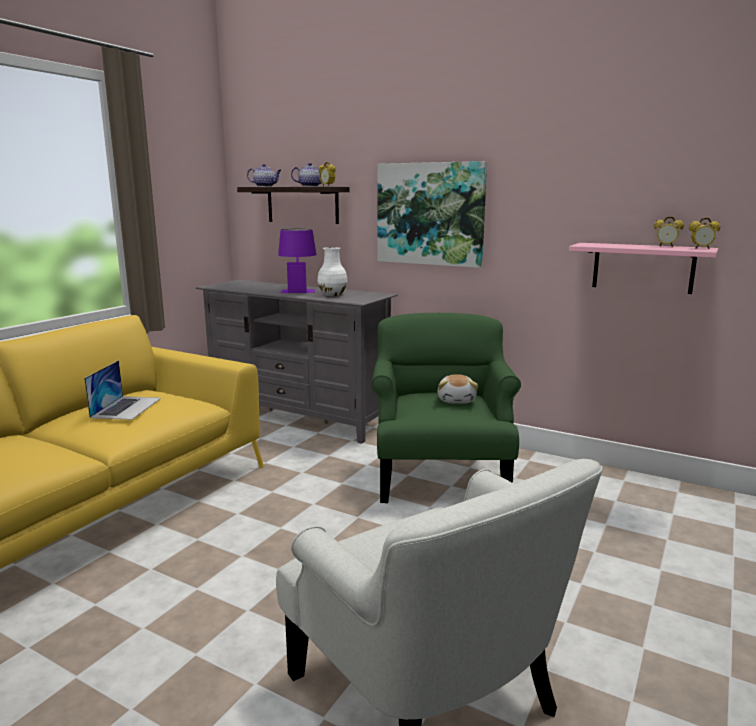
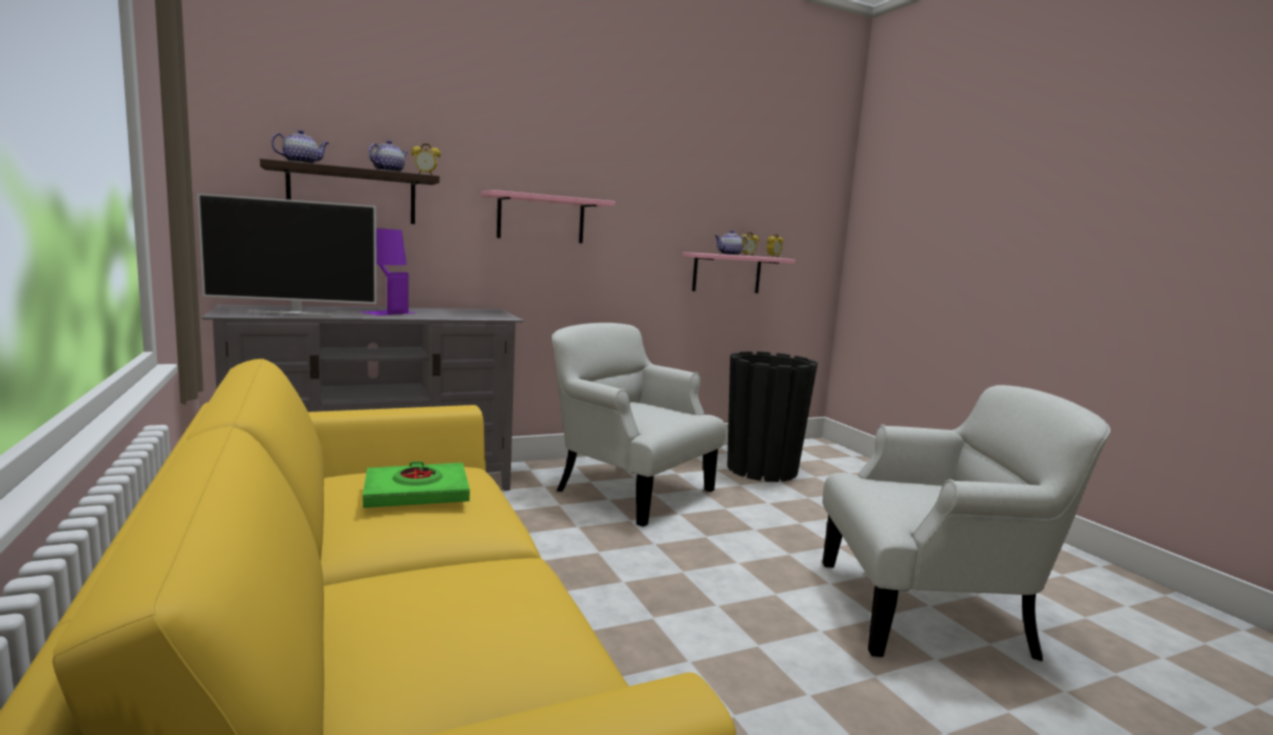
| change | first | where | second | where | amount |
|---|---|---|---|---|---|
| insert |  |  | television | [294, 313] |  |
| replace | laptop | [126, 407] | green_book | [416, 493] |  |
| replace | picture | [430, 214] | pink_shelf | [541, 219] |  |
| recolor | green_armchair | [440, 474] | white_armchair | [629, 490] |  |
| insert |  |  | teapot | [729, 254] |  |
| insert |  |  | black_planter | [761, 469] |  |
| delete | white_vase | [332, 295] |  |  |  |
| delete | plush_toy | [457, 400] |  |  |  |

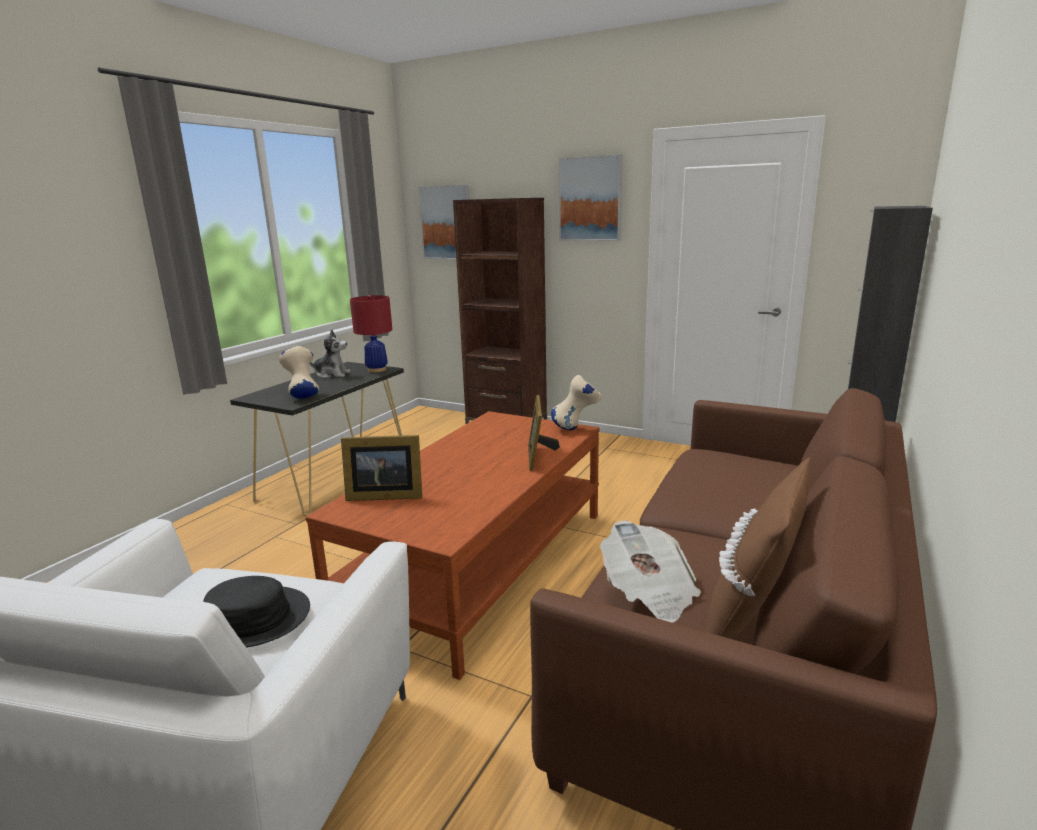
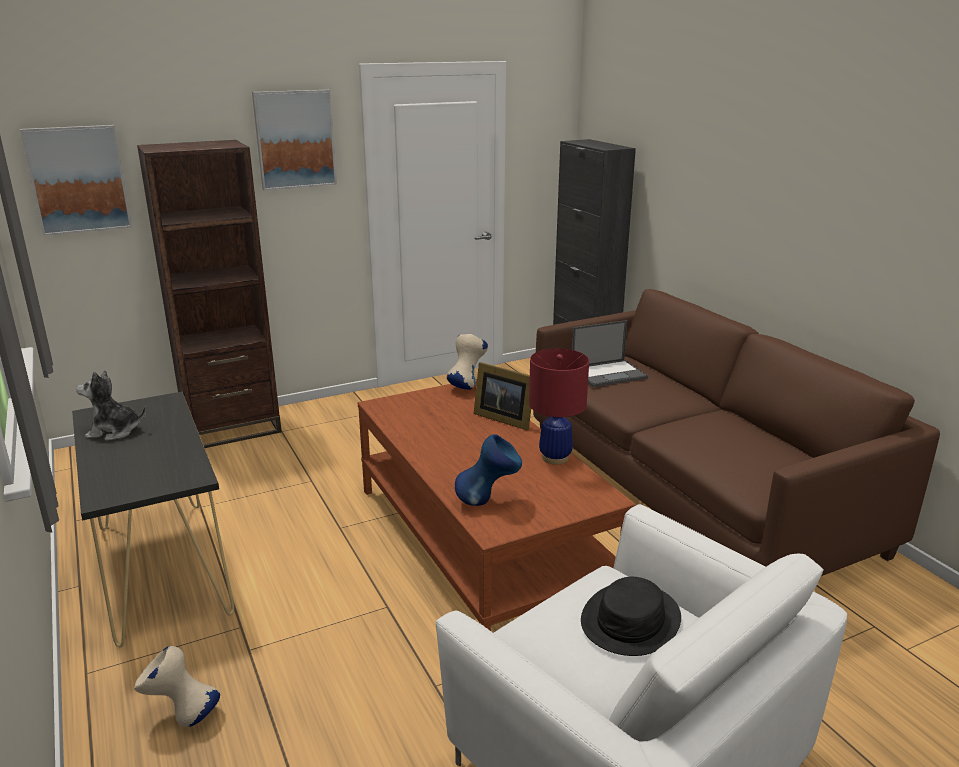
| change | first | where | second | where | amount |
|---|---|---|---|---|---|
| rotate | plush_toy | [332, 374] |  | [114, 431] | 135 degrees counterclockwise |
| move | beige_vase | [302, 397] |  | [182, 717] |  |
| replace | picture_frame | [383, 495] | blue_vase | [488, 501] |  |
| move | red_table_lamp | [377, 370] |  | [555, 457] |  |
| insert |  |  | laptop | [609, 373] |  |
| delete | newspaper | [649, 593] |  |  |  |
| delete | brown_pillow | [752, 619] |  |  |  |

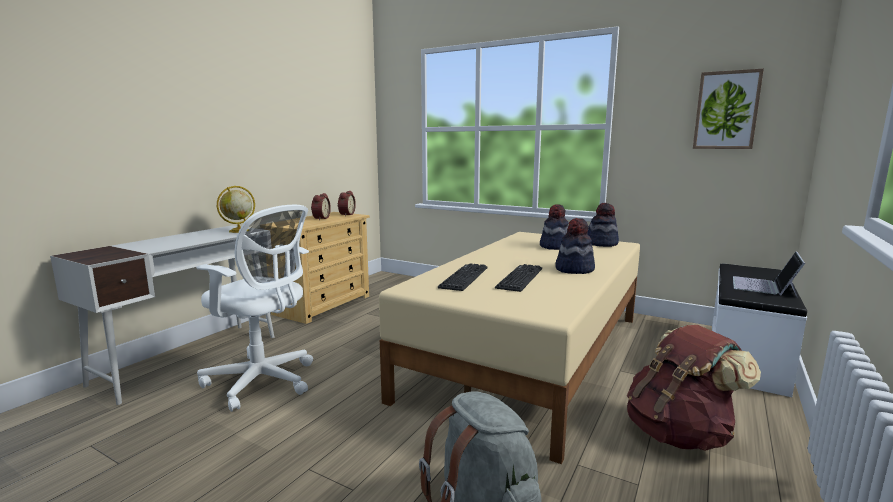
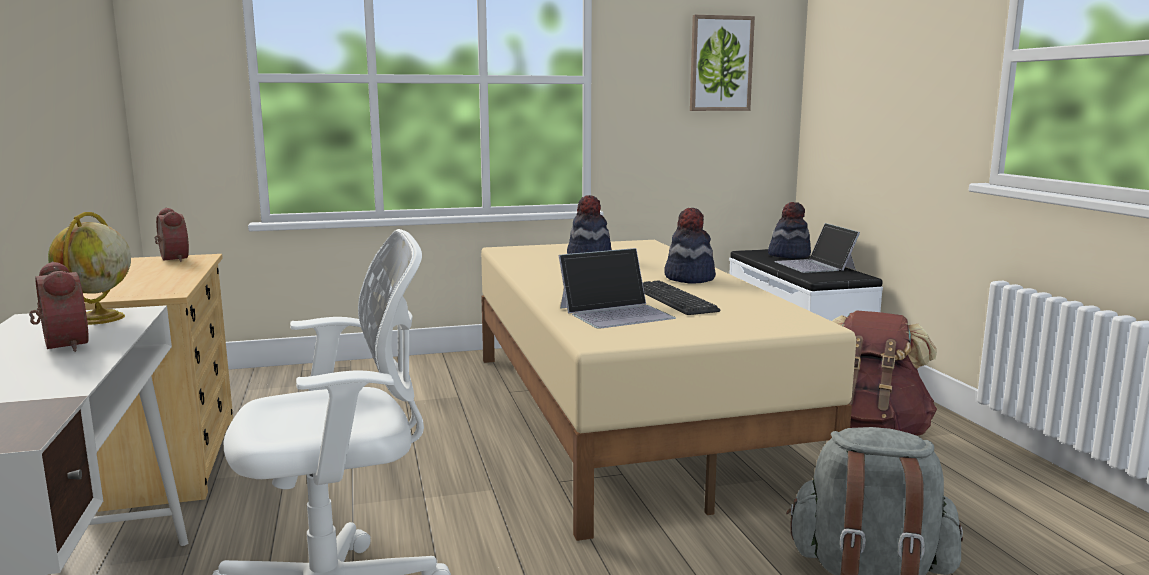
| change | first | where | second | where | amount |
|---|---|---|---|---|---|
| move | alarm_clock | [320, 218] |  | [61, 346] |  |
| replace | keyboard | [464, 277] | laptop | [616, 313] |  |
| move | hat | [601, 243] |  | [789, 255] |  |

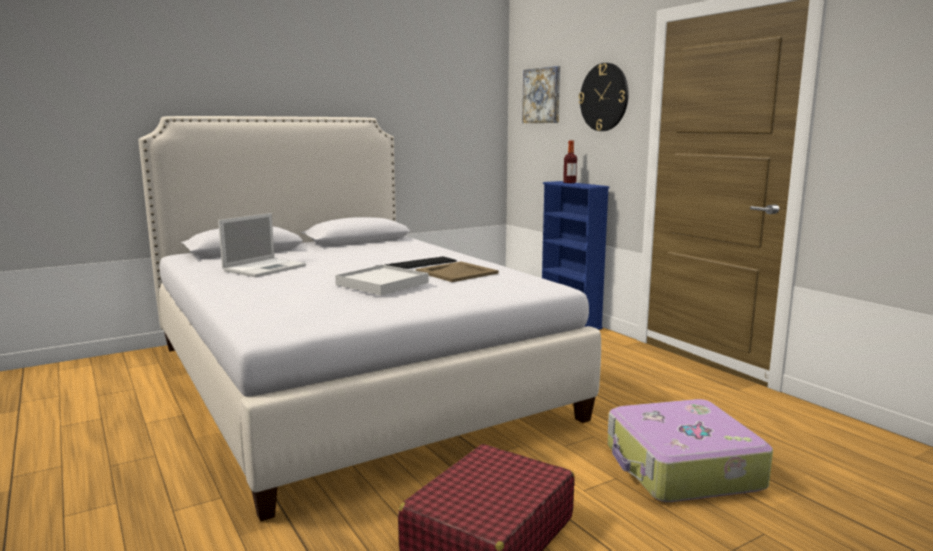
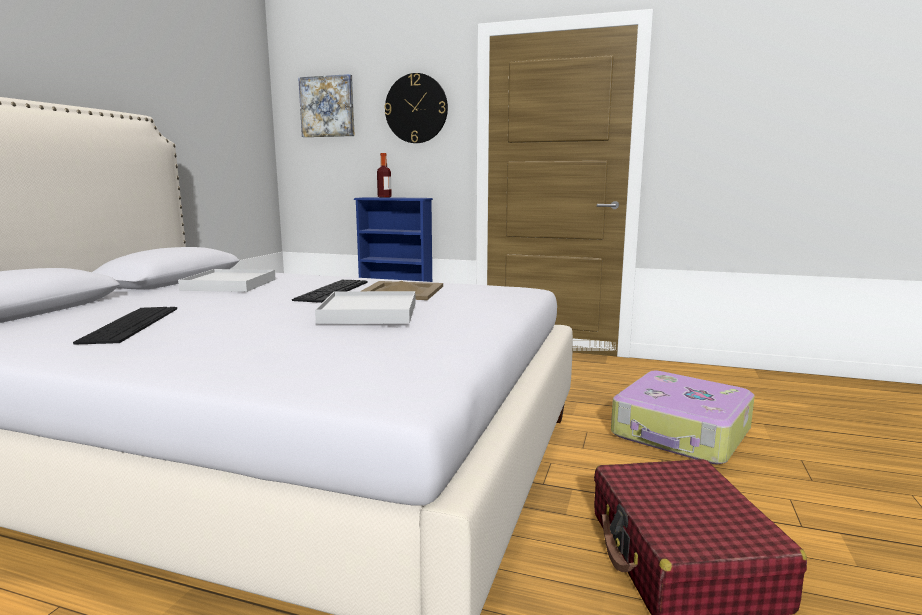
| change | first | where | second | where | amount |
|---|---|---|---|---|---|
| replace | laptop | [265, 268] | keyboard | [131, 324] |  |
| insert |  |  | white_tray | [229, 284] |  |

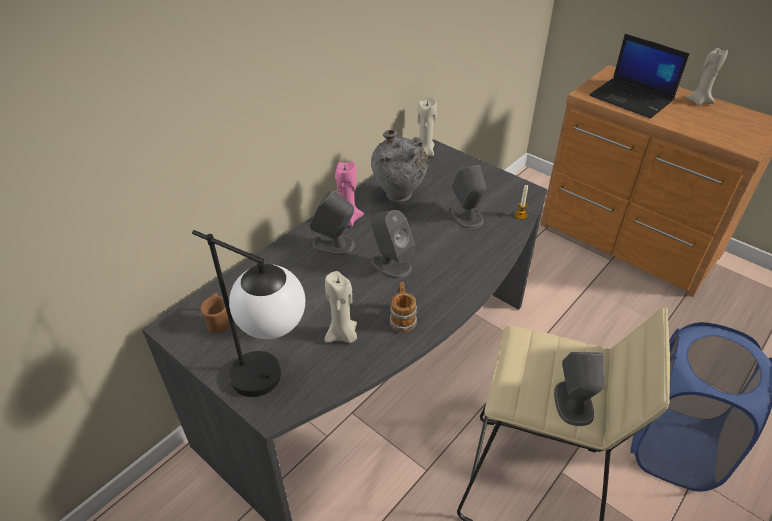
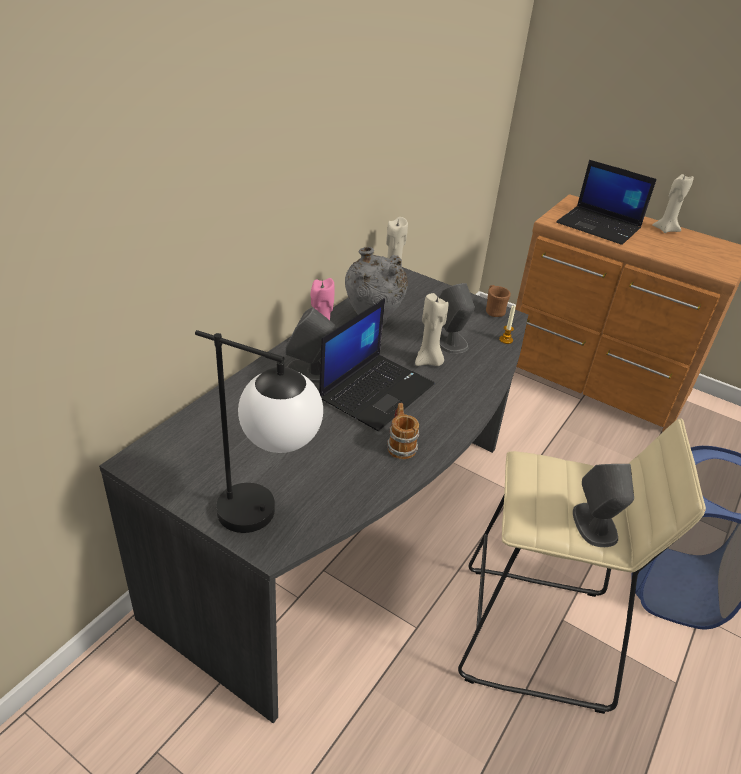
| change | first | where | second | where | amount |
|---|---|---|---|---|---|
| replace | grey_speaker | [390, 264] | laptop | [376, 390] |  |
| move | beige_candle | [343, 335] |  | [428, 361] |  |
| move | brown_mug | [219, 322] |  | [493, 311] |  |

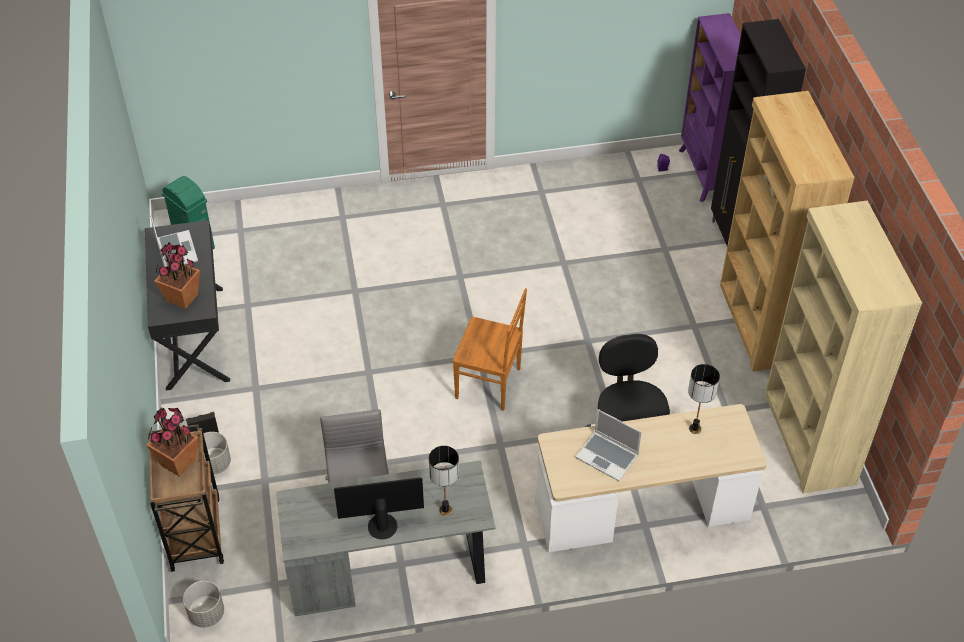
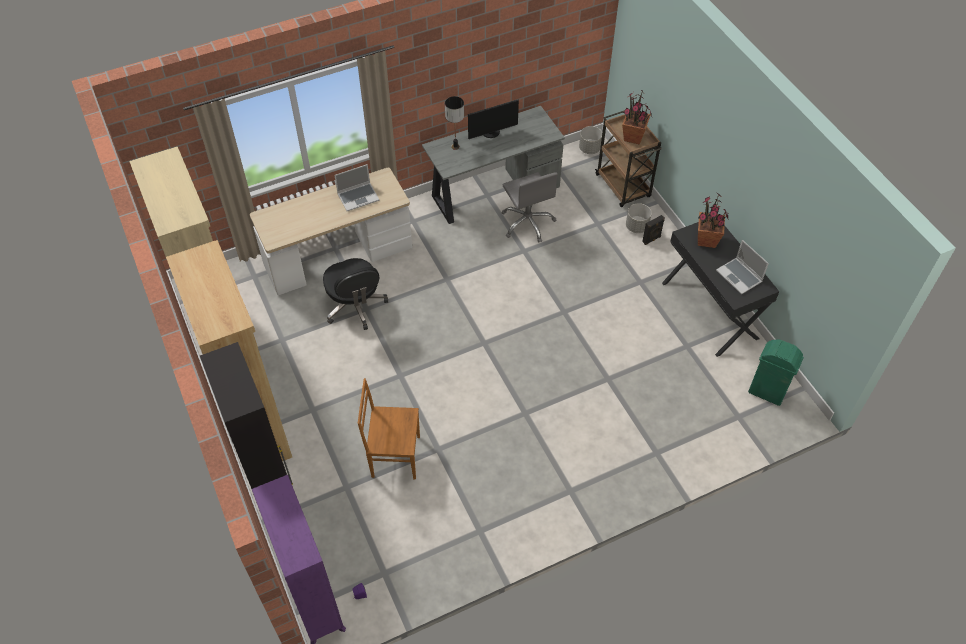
| change | first | where | second | where | amount |
|---|---|---|---|---|---|
| rotate | laptop | [608, 457] |  | [358, 197] | 135 degrees clockwise |
| move | brown_chair | [490, 384] |  | [394, 456] |  |
| delete | table_lamp | [694, 429] |  |  |  |

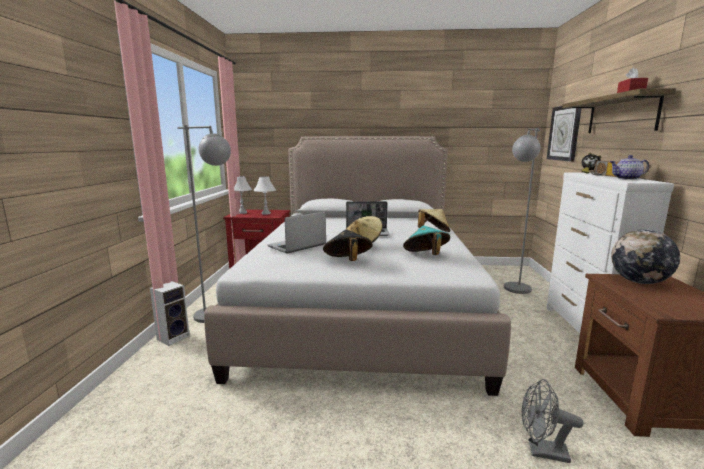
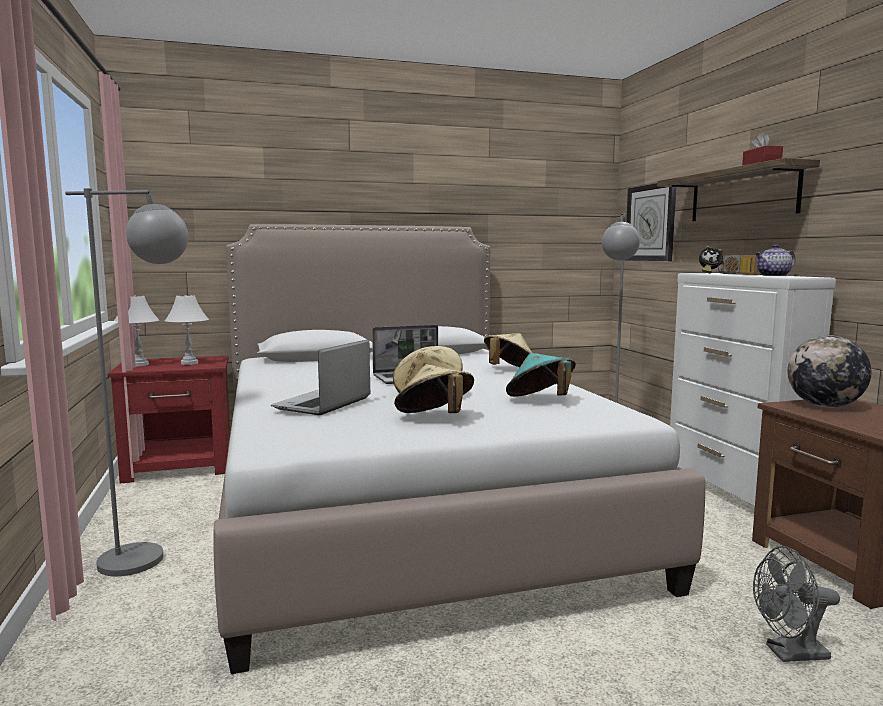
| change | first | where | second | where | amount |
|---|---|---|---|---|---|
| recolor | black_hat | [347, 262] | beige_hat | [435, 418] |  |
| delete | speaker | [174, 337] |  |  |  |

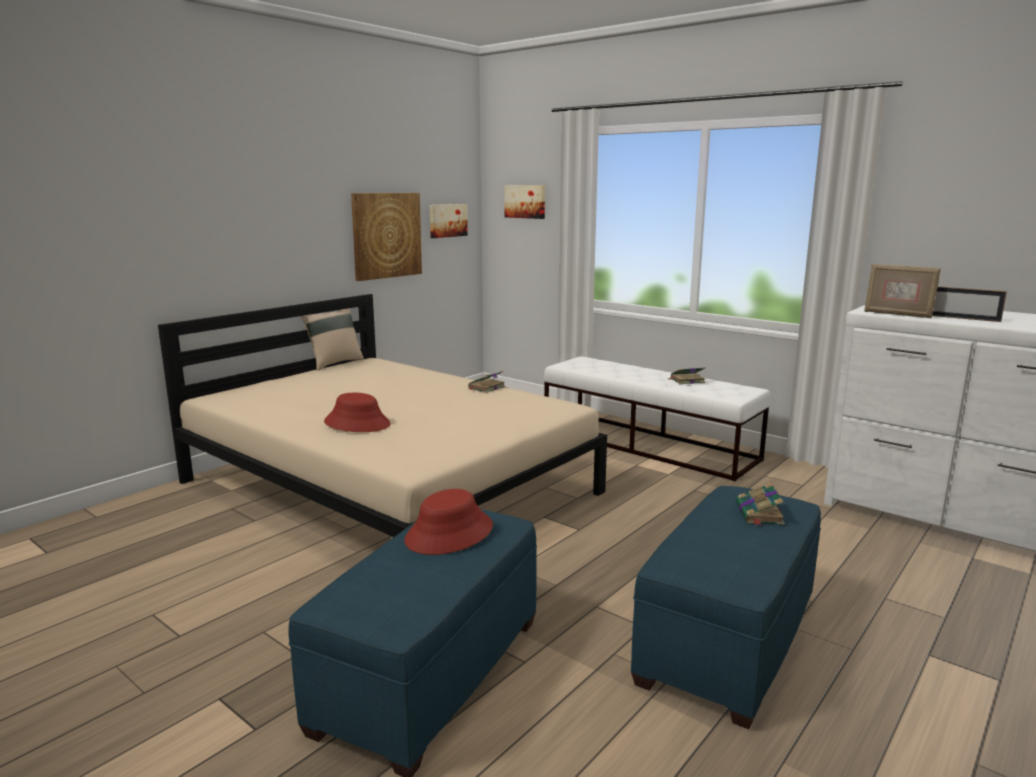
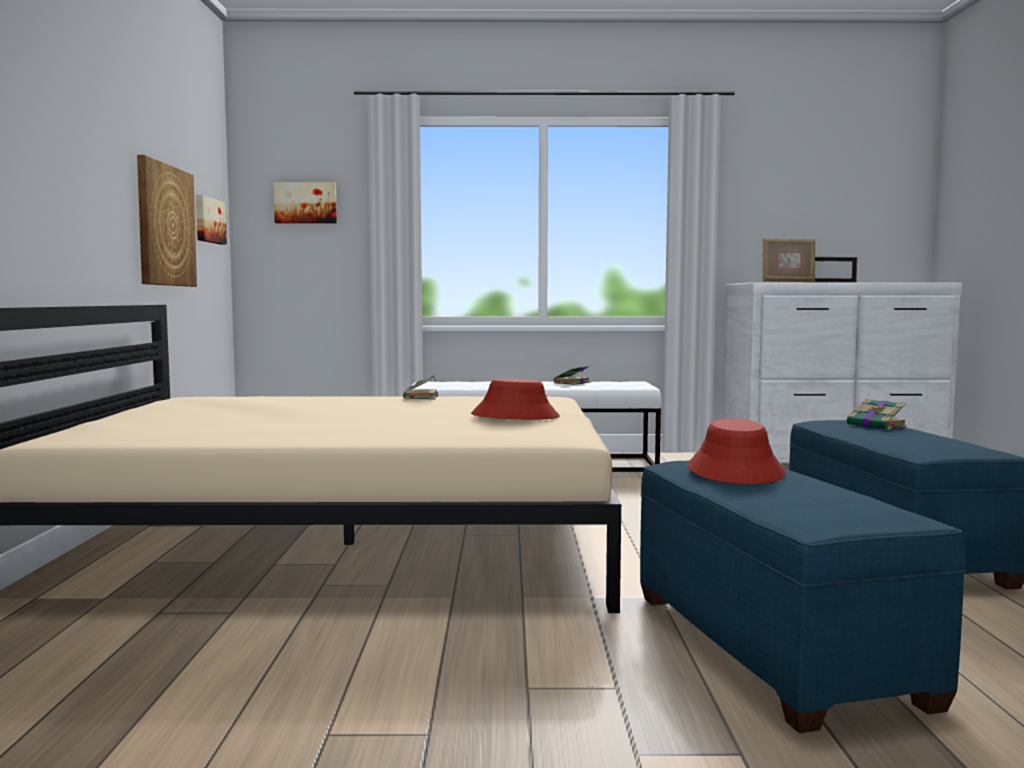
| change | first | where | second | where | amount |
|---|---|---|---|---|---|
| move | red_hat | [357, 423] |  | [515, 417] |  |
| delete | beige_pillow | [334, 363] |  |  |  |

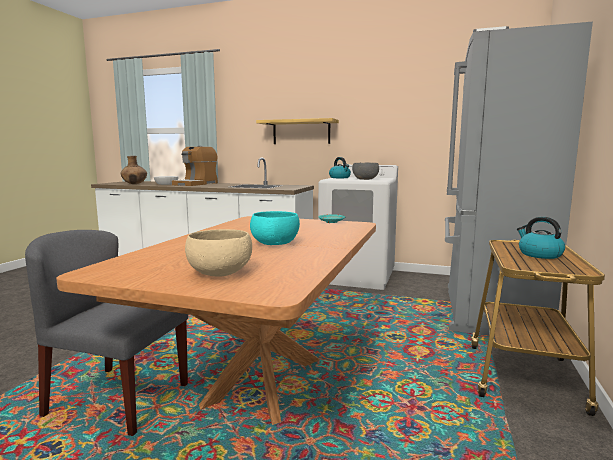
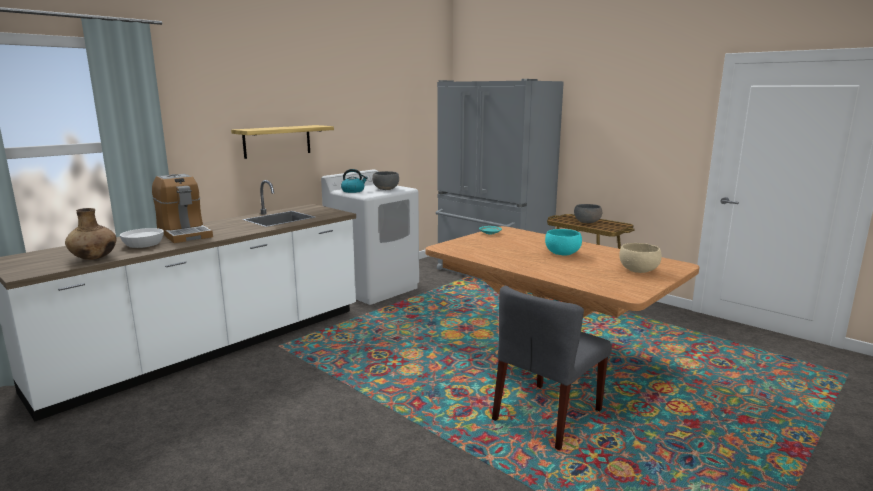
| change | first | where | second | where | amount |
|---|---|---|---|---|---|
| replace | kettle | [539, 254] | grey_bowl | [587, 222] |  |

